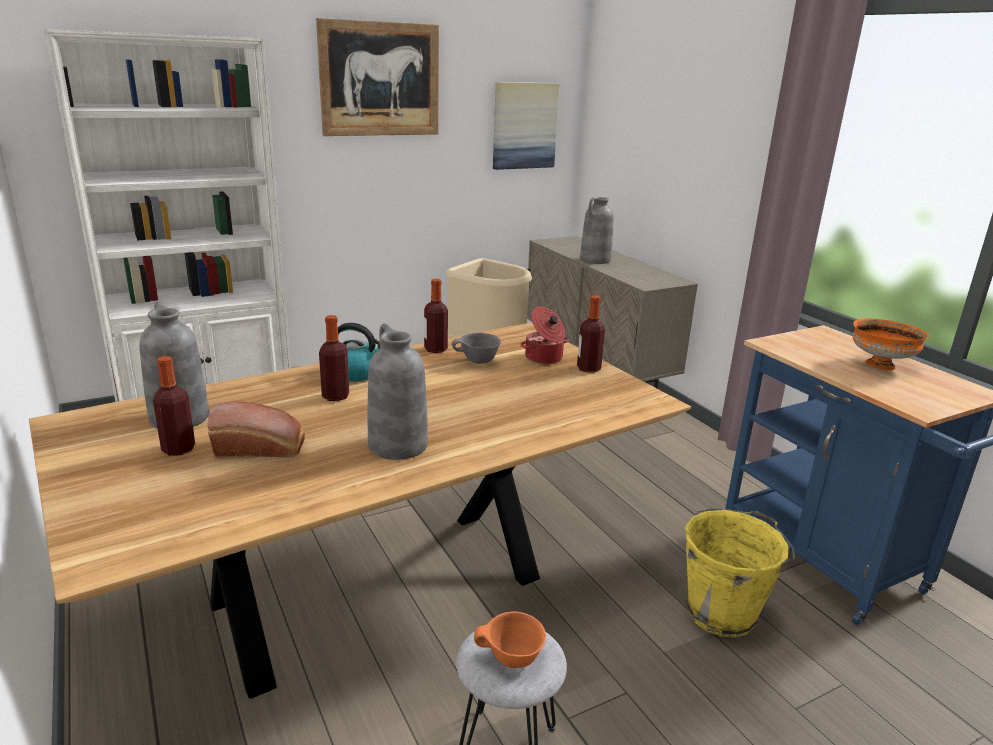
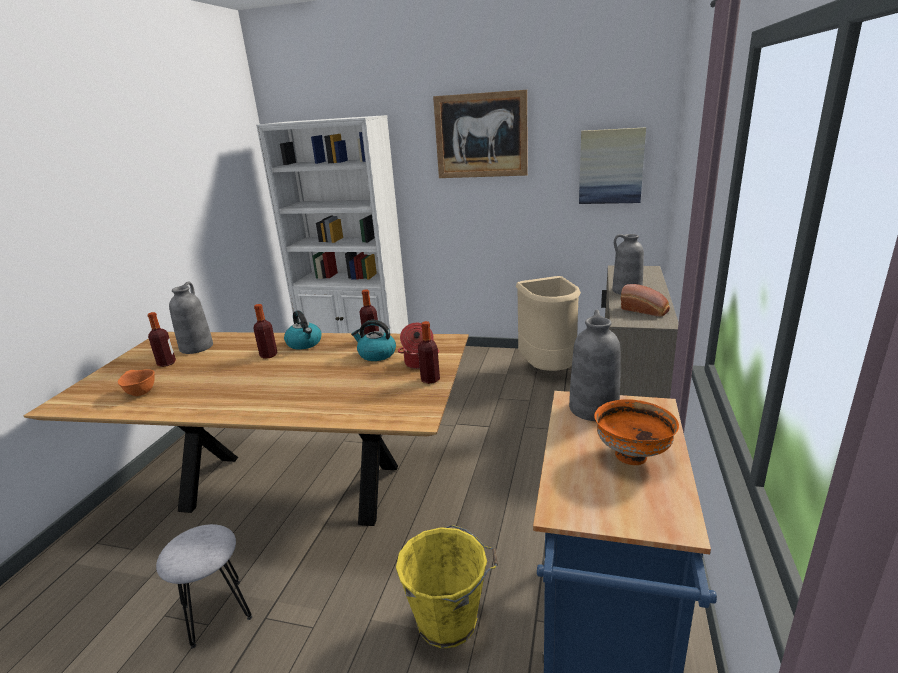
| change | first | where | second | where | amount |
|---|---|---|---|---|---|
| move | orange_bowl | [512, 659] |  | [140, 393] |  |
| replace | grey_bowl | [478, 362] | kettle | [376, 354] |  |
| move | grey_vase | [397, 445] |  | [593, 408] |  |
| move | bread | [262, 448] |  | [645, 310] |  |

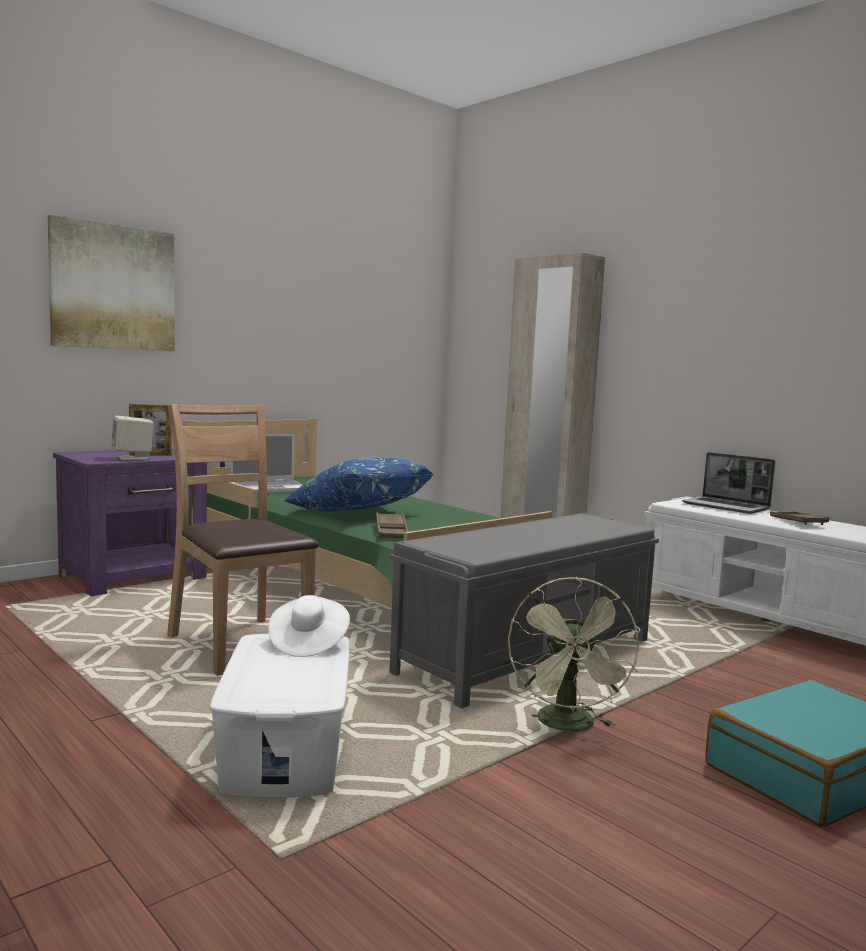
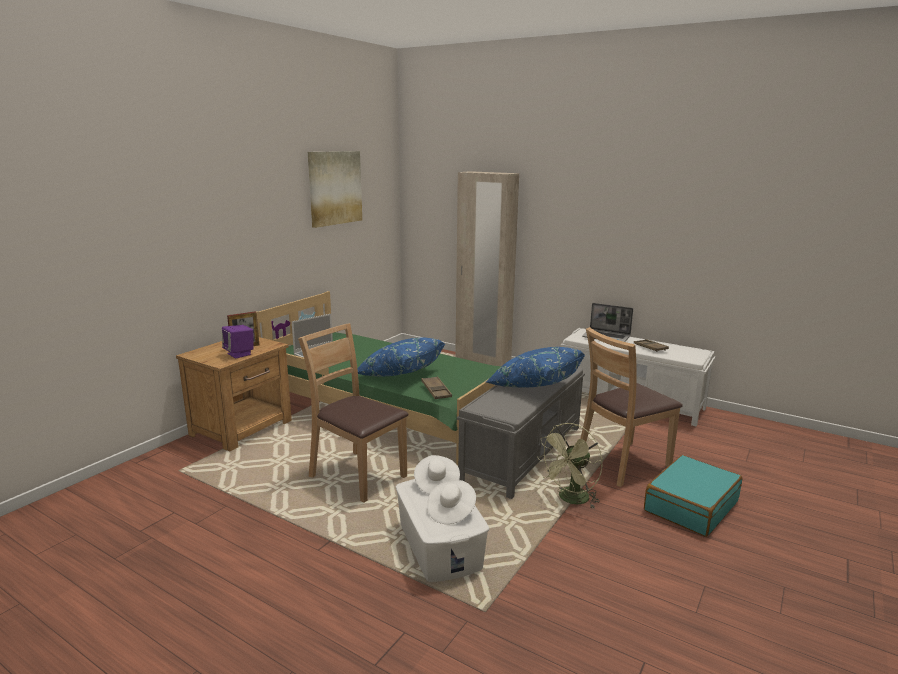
| change | first | where | second | where | amount |
|---|---|---|---|---|---|
| recolor | purple_nightstand | [135, 577] | brown_nightstand | [243, 428] |  |
| recolor | beige_speaker | [133, 458] | purple_speaker | [239, 354] |  |
| move | picture | [113, 287] |  | [335, 188] |  |
| insert |  |  | white_hat | [451, 511] |  |
| insert |  |  | blue_pillow | [534, 384] |  |
| rotate | green_fan | [569, 727] |  | [570, 500] | 60 degrees clockwise |
| insert |  |  | brown_chair | [622, 463] |  |

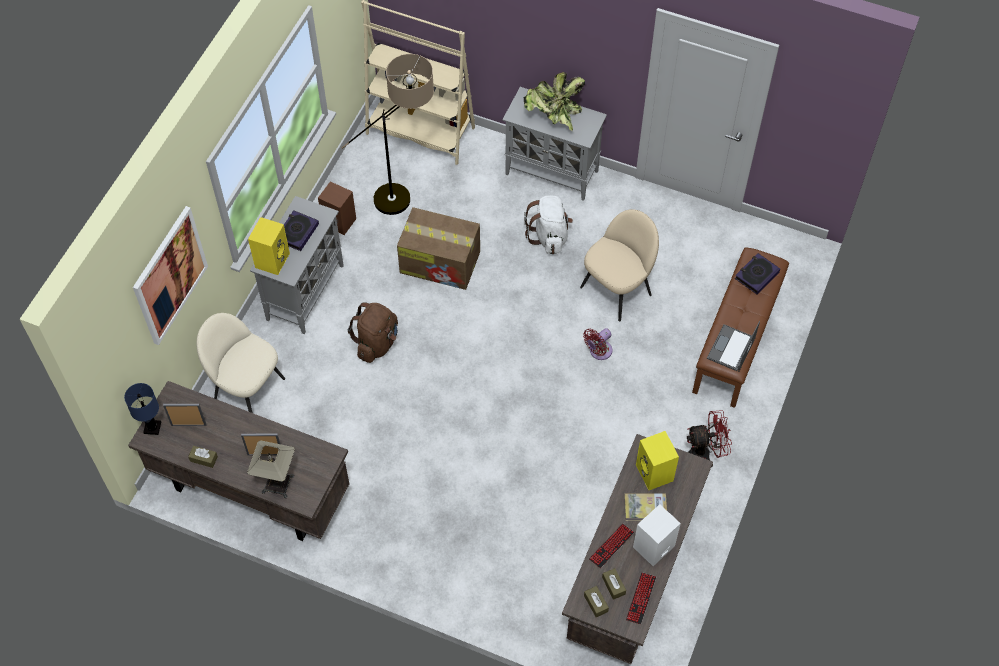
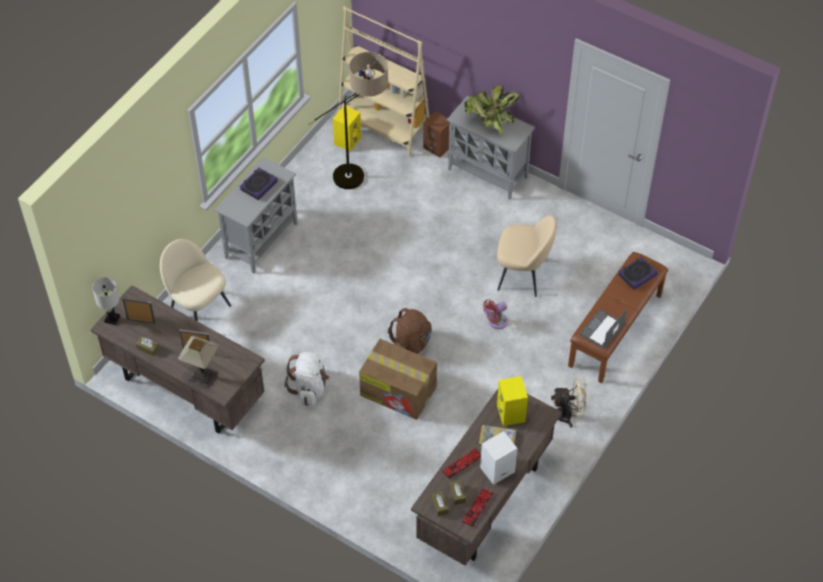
| change | first | where | second | where | amount |
|---|---|---|---|---|---|
| recolor | blue_table_lamp | [152, 427] | white_table_lamp | [112, 318] |  |
| move | white_backpack | [549, 236] |  | [309, 388] |  |
| move | yellow_speaker | [272, 259] |  | [347, 140] |  |
| move | cardboard_box | [441, 262] |  | [399, 391] |  |
| move | brown_backpack | [377, 343] |  | [411, 345] |  |
| move | brown_speaker | [340, 221] |  | [438, 147] |  |
| rotate | beige_chair | [617, 289] |  | [522, 275] | 45 degrees clockwise |
| recolor | red_fan | [705, 453] | beige_fan | [568, 415] |  |
| delete | picture | [169, 275] |  |  |  |

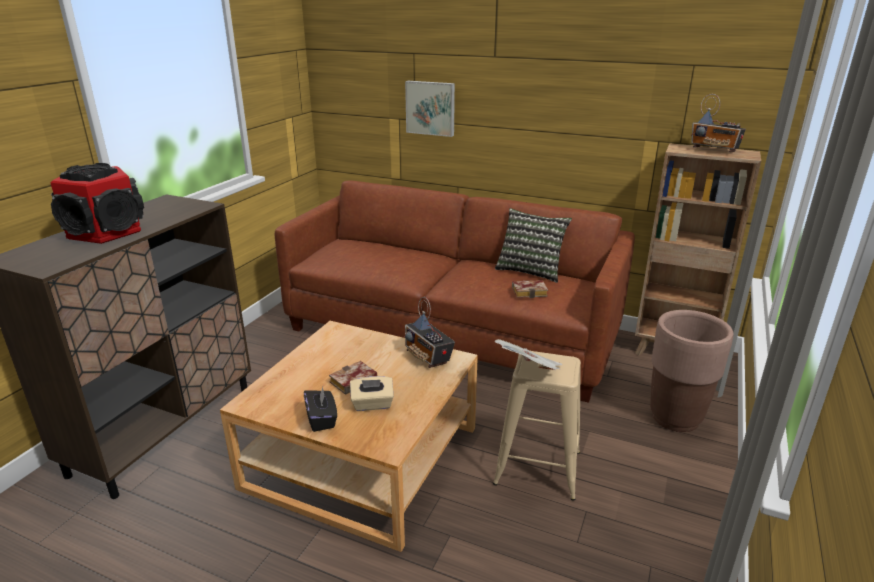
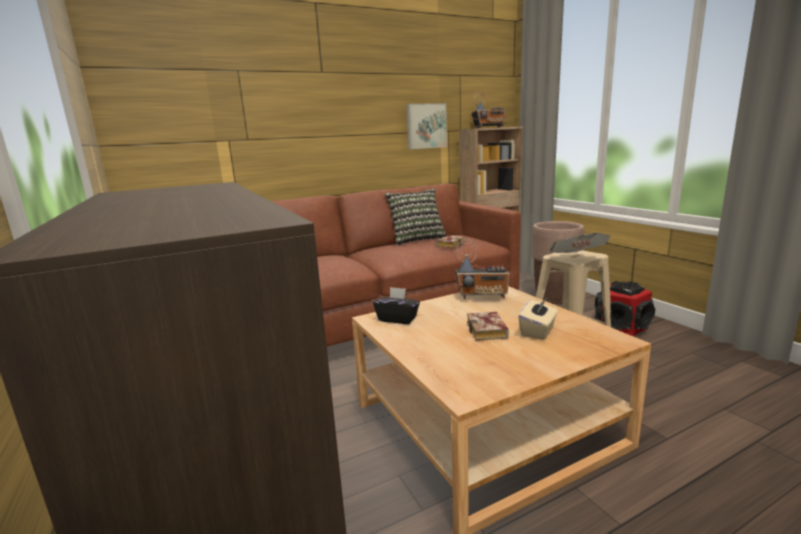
| change | first | where | second | where | amount |
|---|---|---|---|---|---|
| move | black_tissue_box | [322, 419] |  | [397, 319] |  |
| move | picture | [431, 108] |  | [425, 126] |  |
| move | speaker | [107, 231] |  | [620, 326] |  |

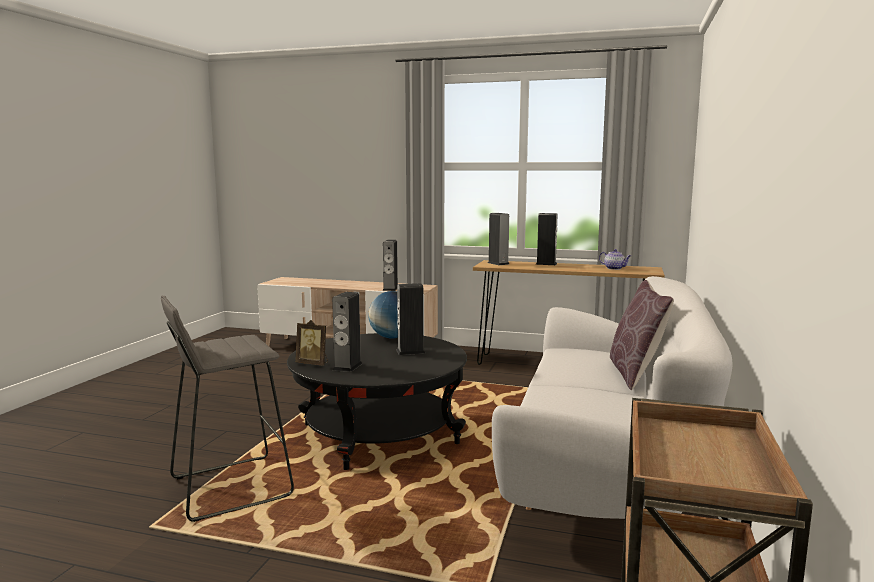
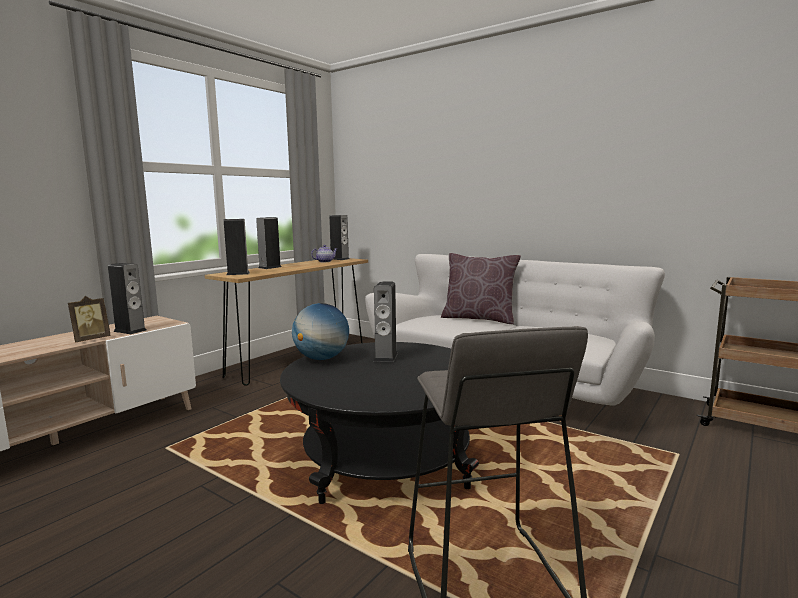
| change | first | where | second | where | amount |
|---|---|---|---|---|---|
| move | picture_frame | [313, 363] |  | [91, 339] |  |
| move | speaker | [347, 366] |  | [339, 259] |  |

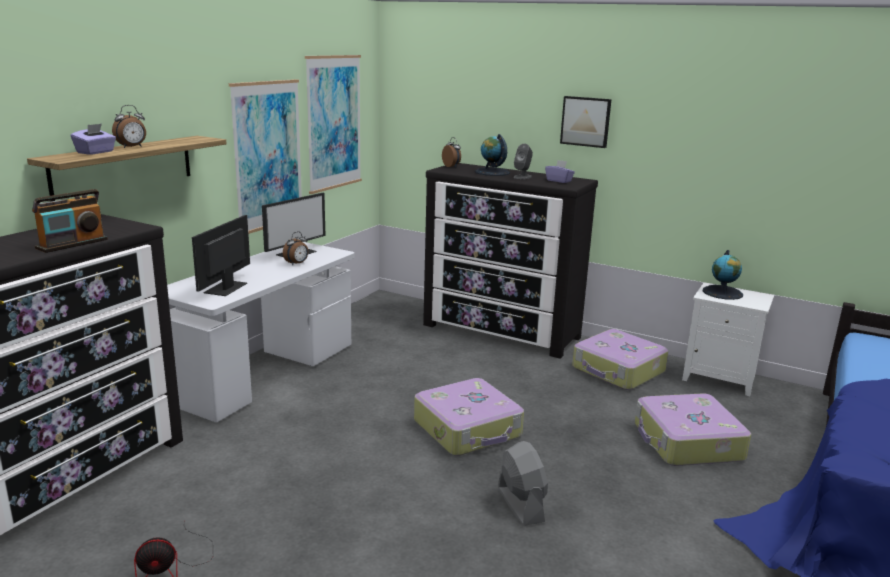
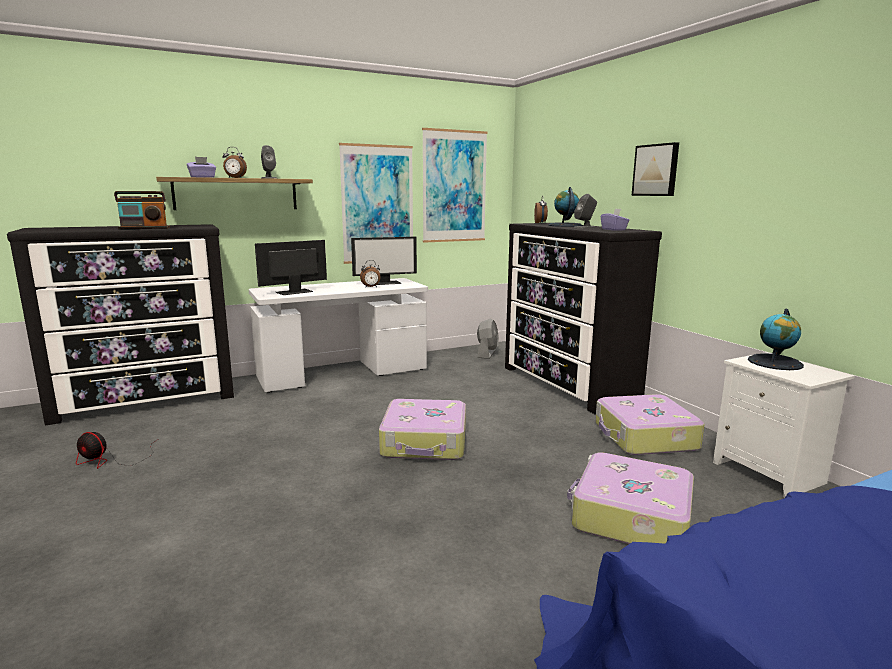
| change | first | where | second | where | amount |
|---|---|---|---|---|---|
| insert |  |  | grey_speaker | [269, 178] |  |
| move | grey_fan | [520, 504] |  | [487, 353] |  |

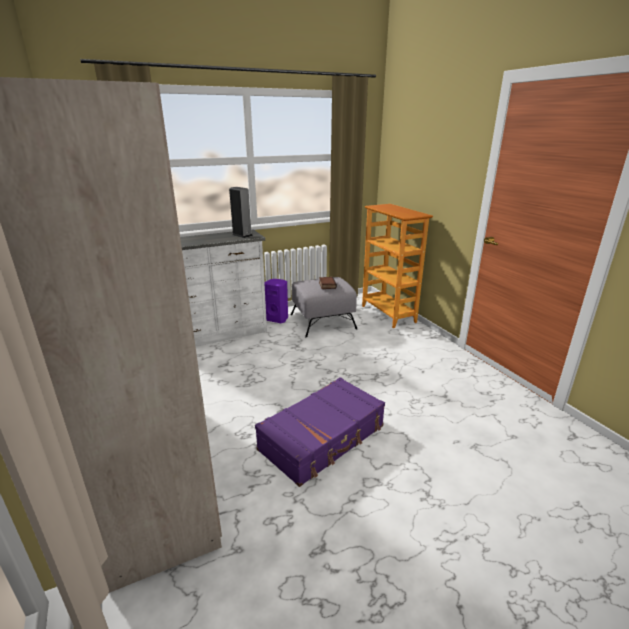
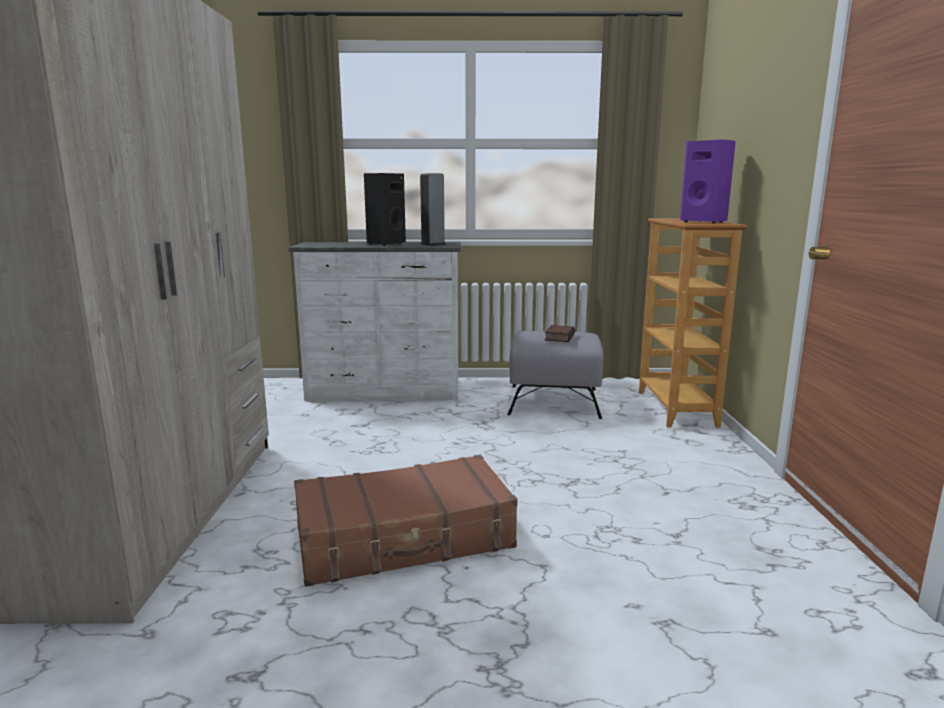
| change | first | where | second | where | amount |
|---|---|---|---|---|---|
| recolor | purple_suitcase | [323, 438] | brown_suitcase | [405, 538] |  |
| insert |  |  | black_speaker | [384, 244] |  |
| move | purple_speaker | [277, 319] |  | [705, 222] |  |

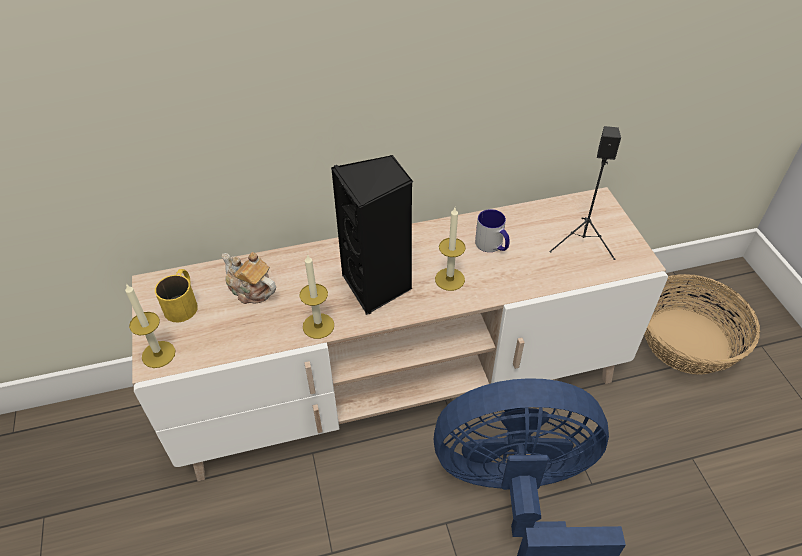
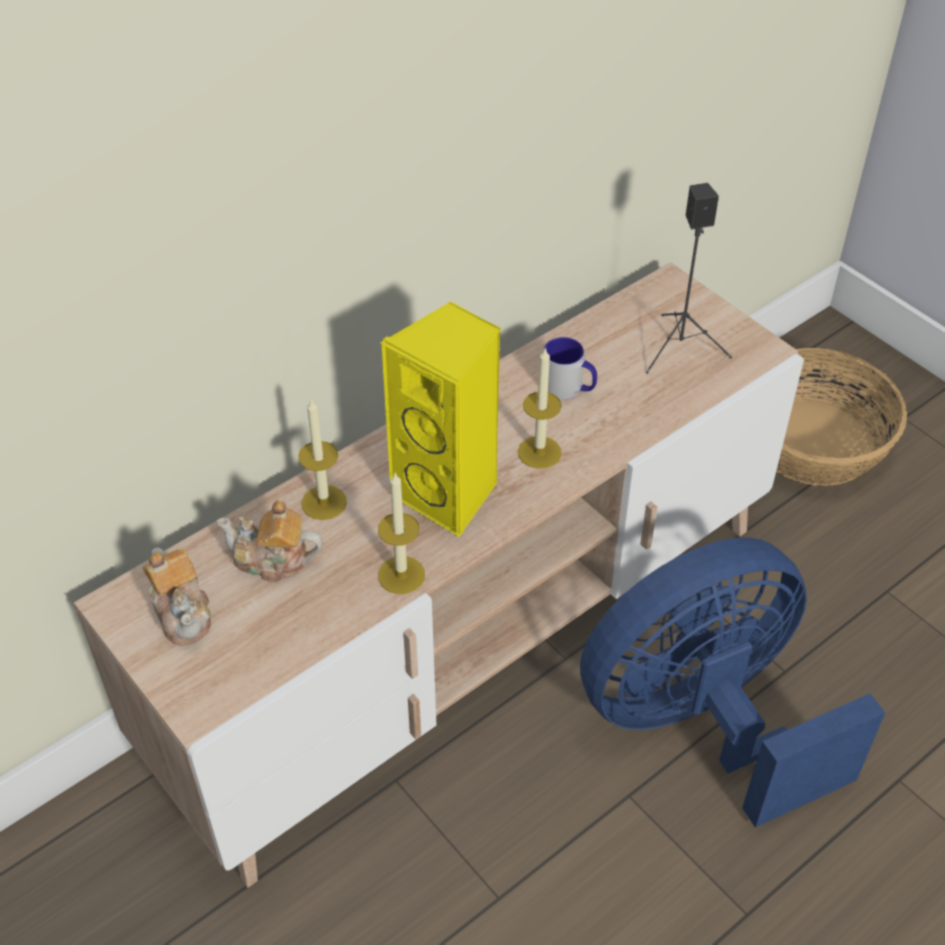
| change | first | where | second | where | amount |
|---|---|---|---|---|---|
| replace | yellow_mug | [183, 302] | teapot | [183, 612] |  |
| move | candle | [158, 354] |  | [324, 502] |  |
| recolor | black_speaker | [378, 286] | yellow_speaker | [450, 494] |  |

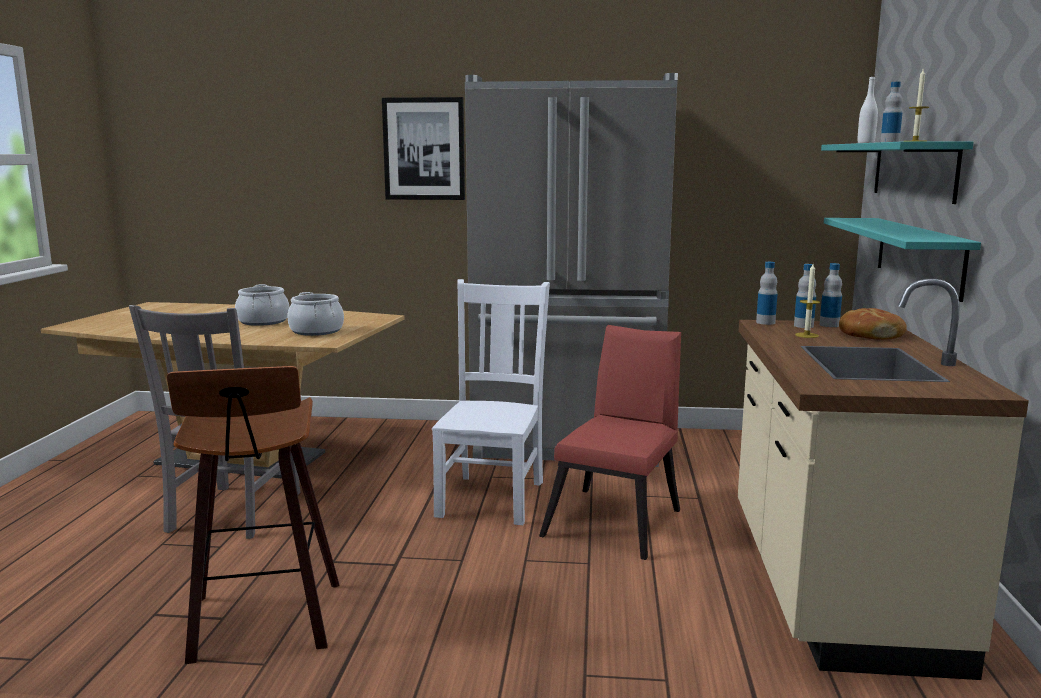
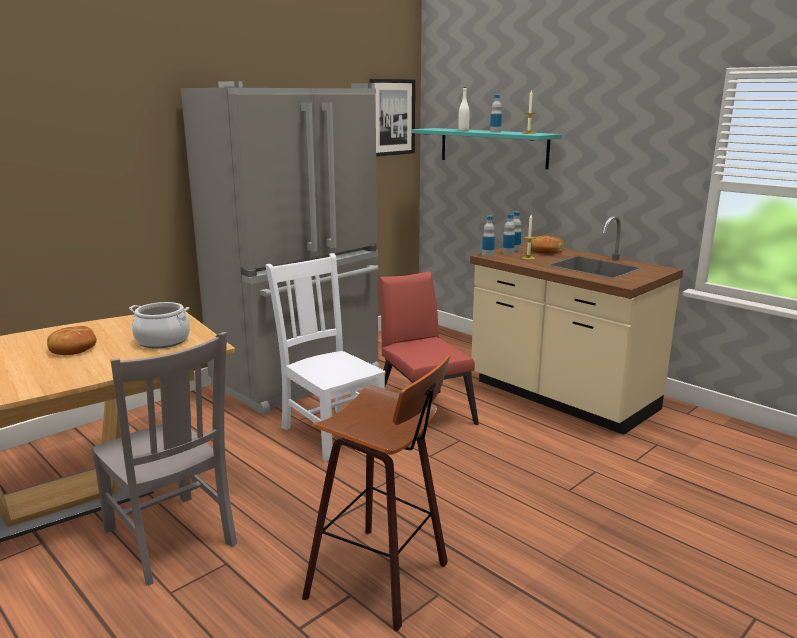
| change | first | where | second | where | amount |
|---|---|---|---|---|---|
| replace | cooking_pot | [263, 321] | bread | [73, 348] |  |
| move | picture | [424, 149] |  | [391, 117] |  |
| delete | turquoise_shelf | [918, 255] |  |  |  |

